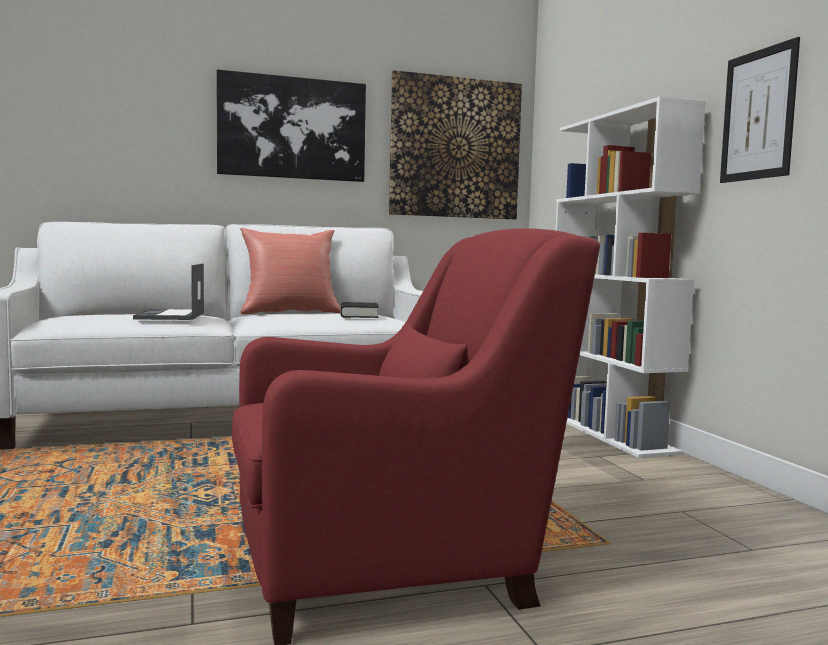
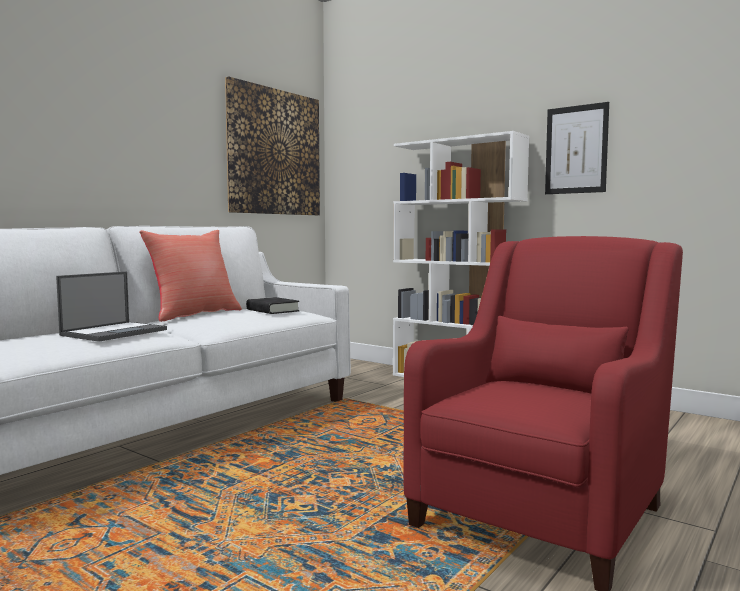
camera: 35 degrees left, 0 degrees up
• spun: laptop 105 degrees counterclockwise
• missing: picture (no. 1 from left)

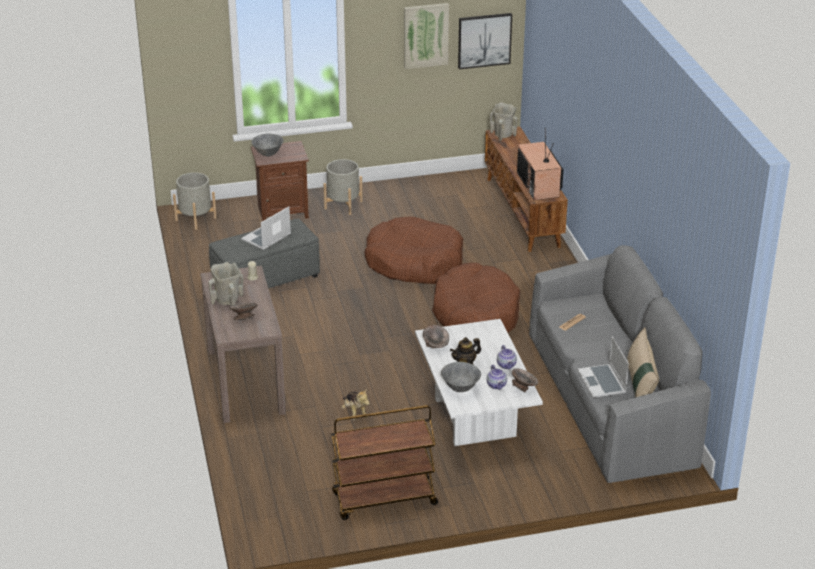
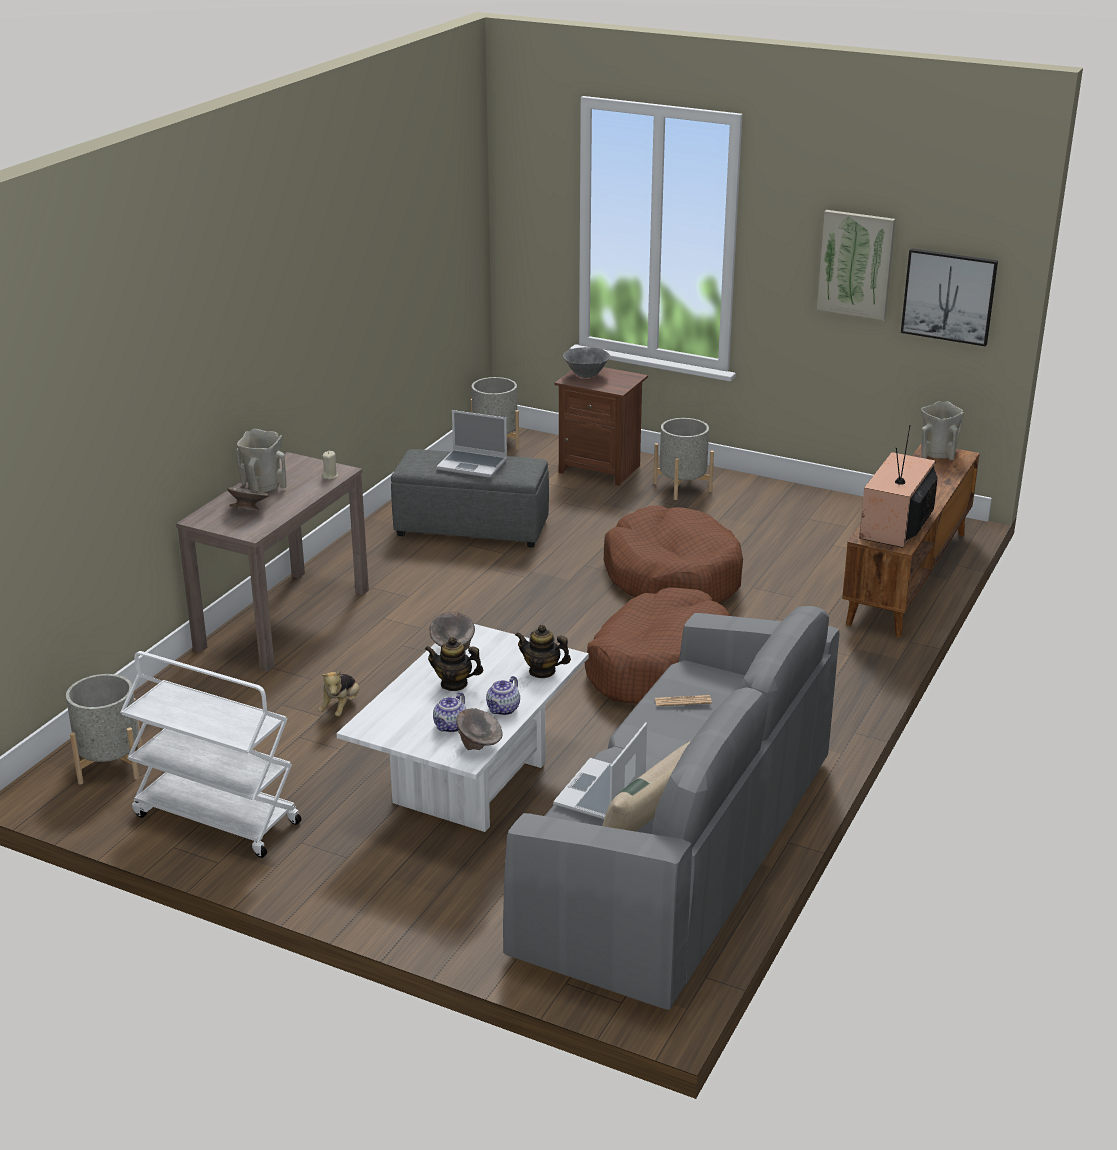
camera: 40 degrees right, 5 degrees down
• spun: laptop (no. 1 from left) 150 degrees counterclockwise
• colour: cart (brown) to cart (white)
• missing: bowl (grey) (no. 4 from left)
• appeared: planter (grey) (no. 1 from left)
• appeared: teapot (no. 4 from left)

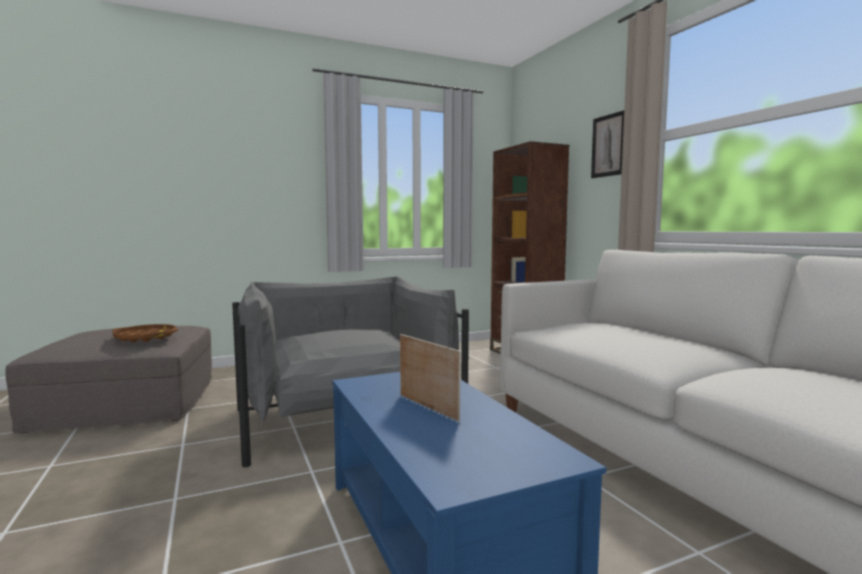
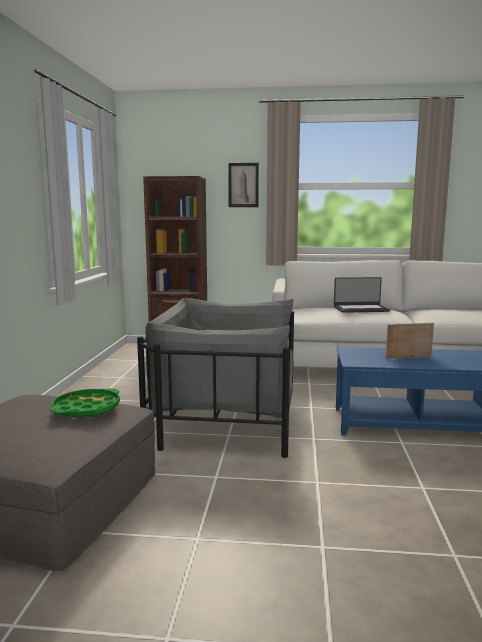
camera: 60 degrees left, 5 degrees up
• colour: tray (brown) to tray (green)
• appeared: laptop

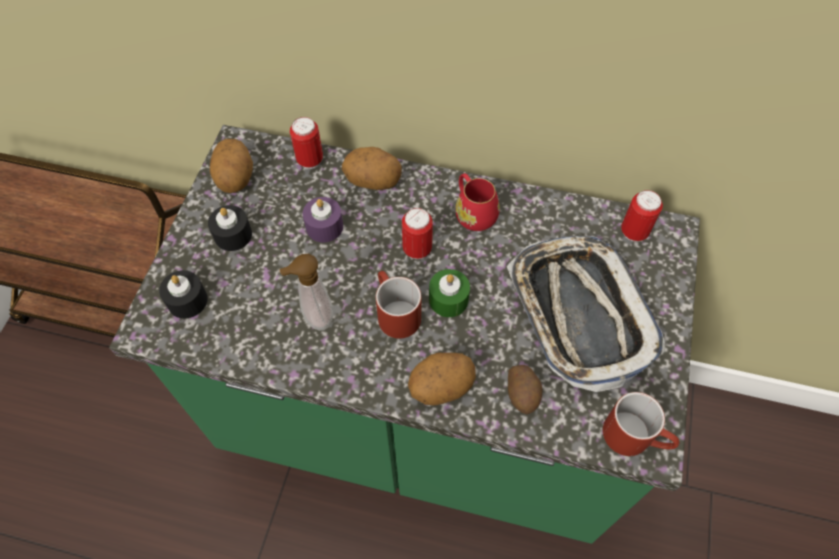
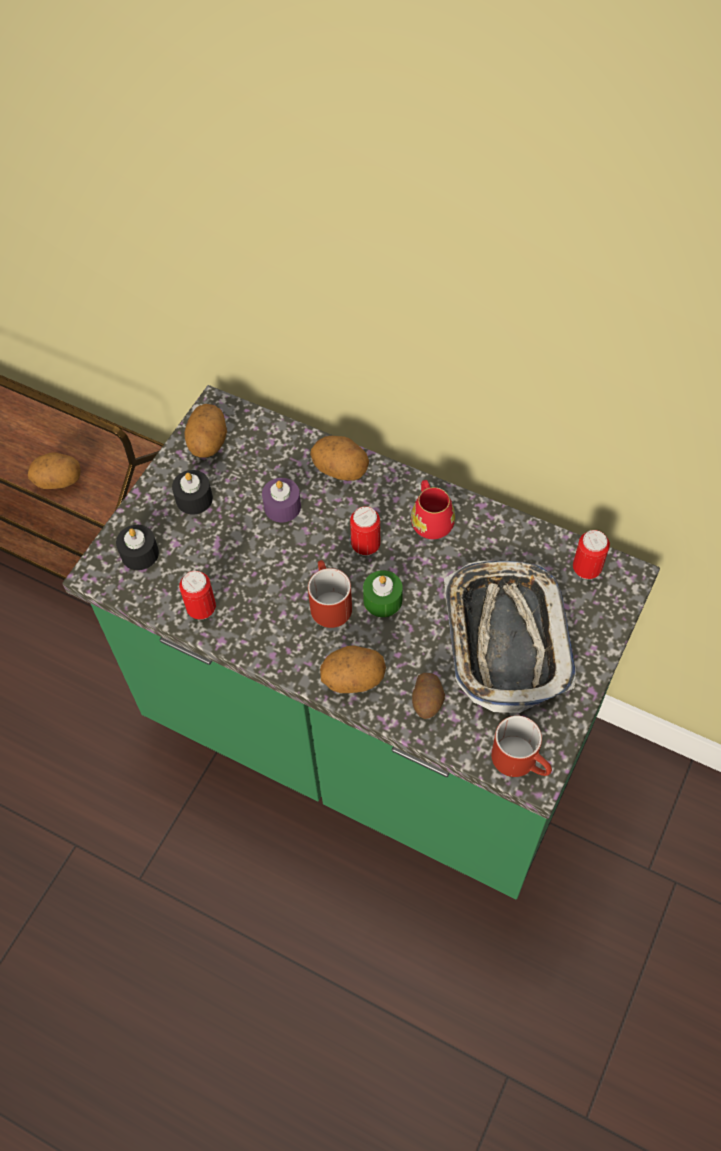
camera: 15 degrees right, 0 degrees up
• missing: soap dispenser
• relocated: can (no. 1 from left)
• appeared: potato (no. 1 from left)

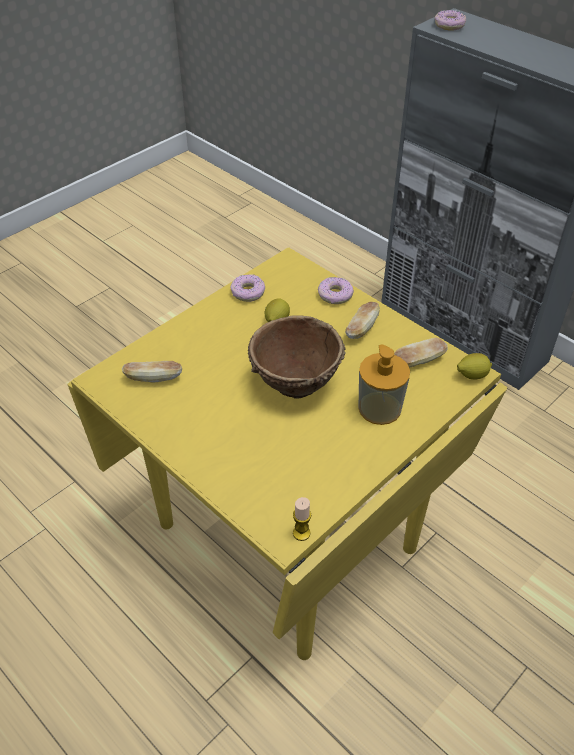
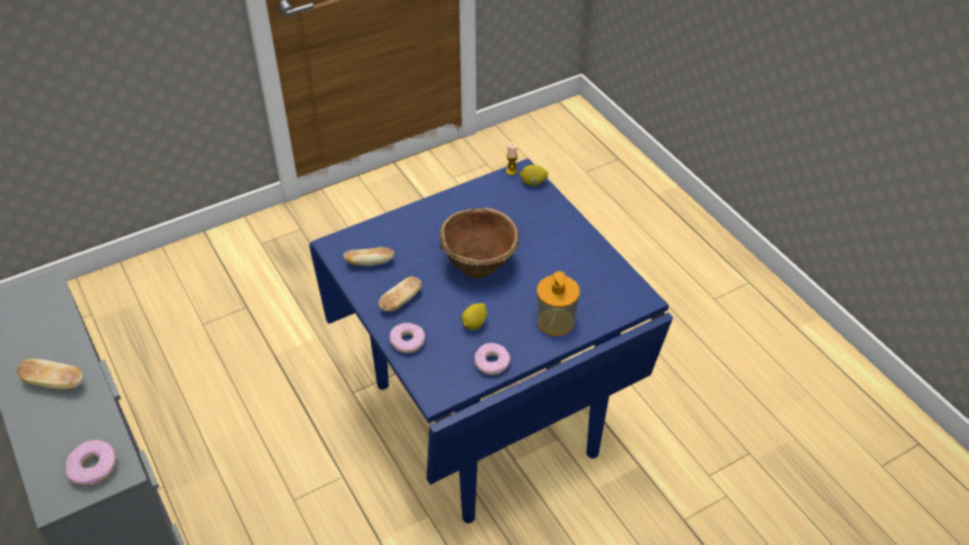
camera: 165 degrees left, 0 degrees up
• colour: dining table (yellow) to dining table (blue)
• relocated: bread (no. 1 from left)
• relocated: soap dispenser
• relocated: lemon (no. 2 from left)

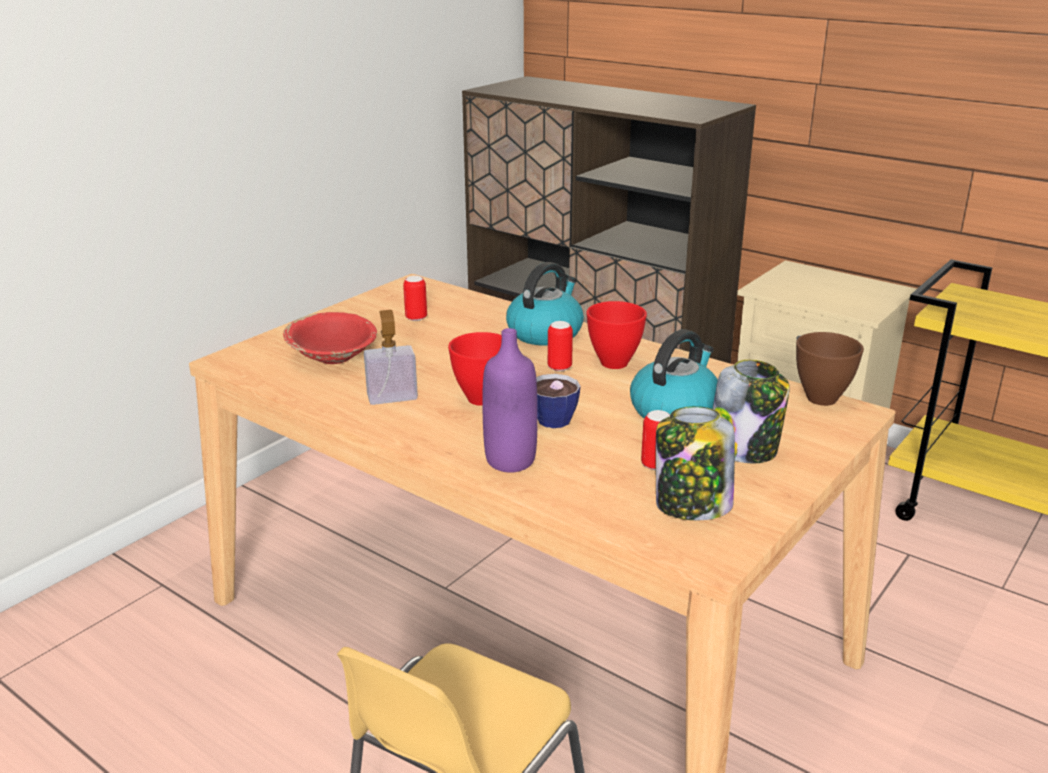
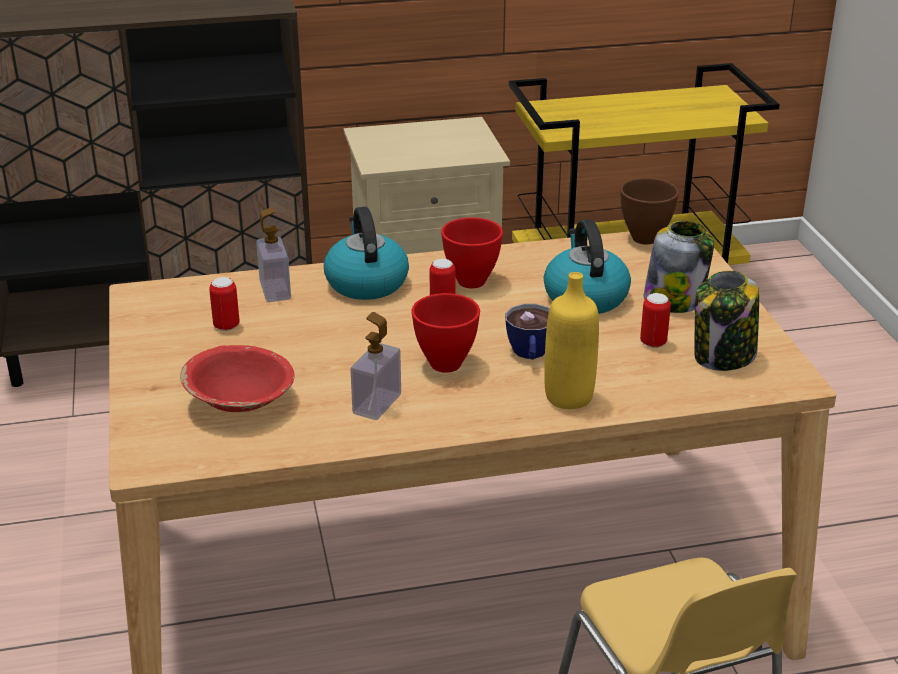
camera: 50 degrees left, 5 degrees up
• colour: bottle (purple) to bottle (yellow)
• appeared: soap dispenser (no. 1 from left)

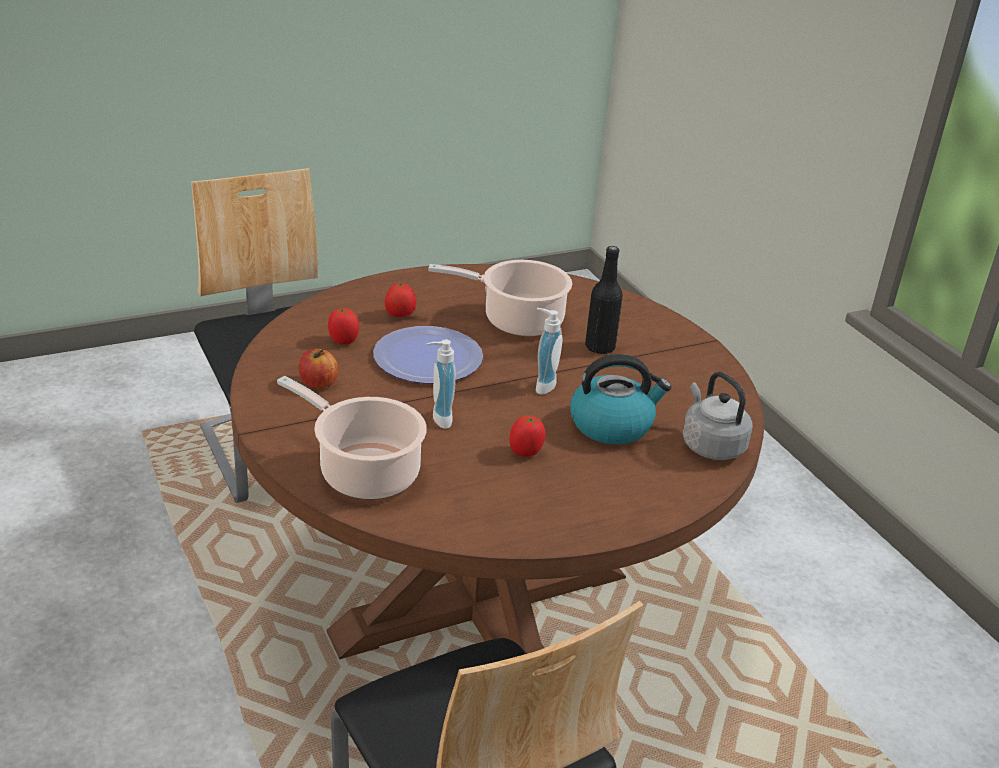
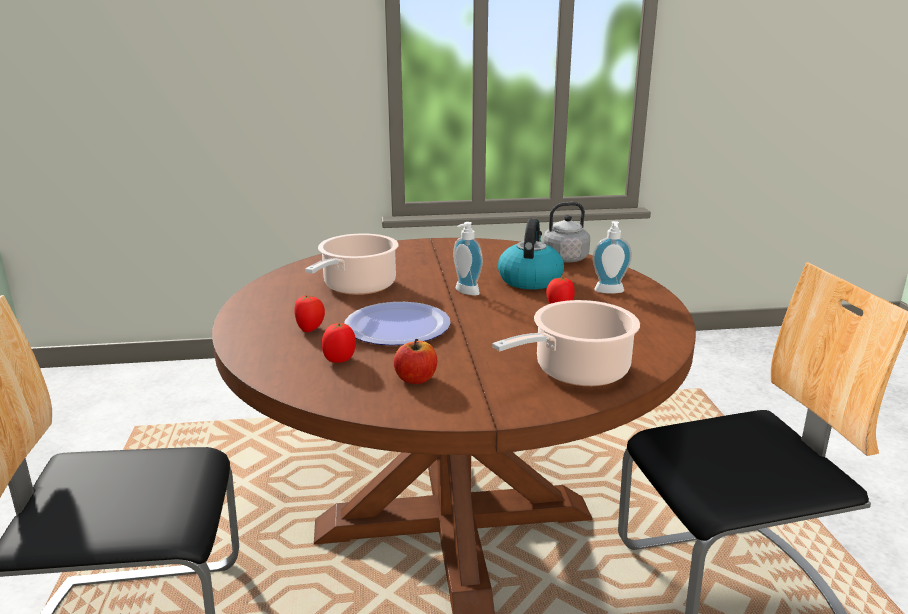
camera: 70 degrees left, 10 degrees down
• relocated: soap dispenser (no. 1 from left in the first image) to soap dispenser (no. 2 from left)
• missing: bottle (black)

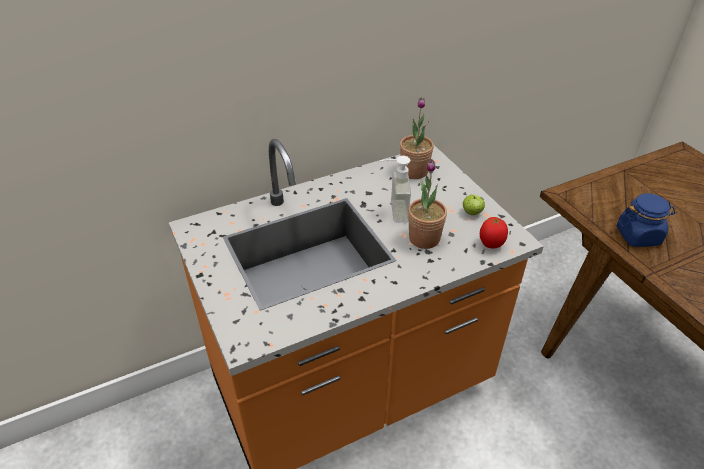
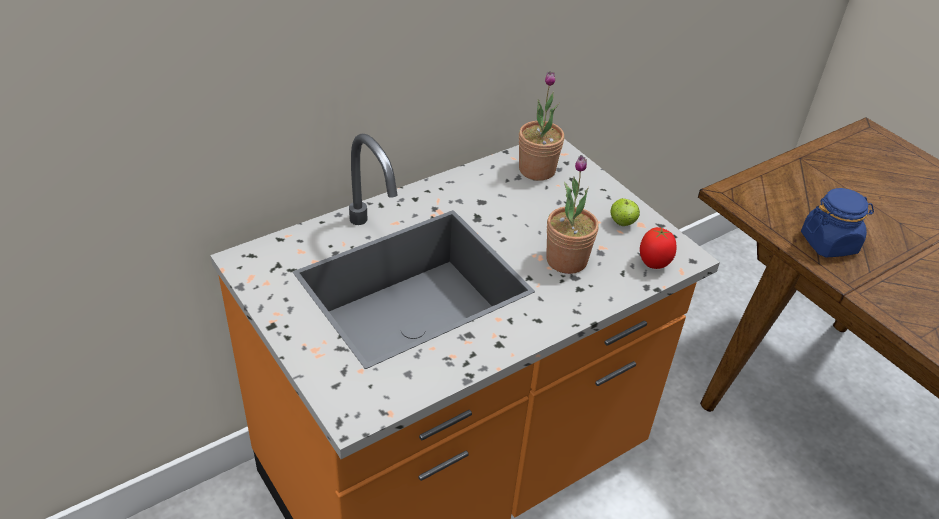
camera: 10 degrees left, 0 degrees up
• missing: soap dispenser

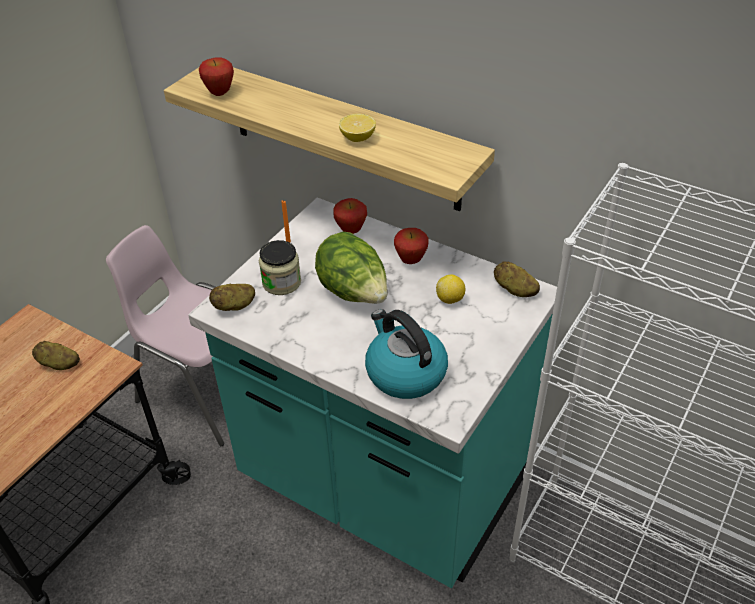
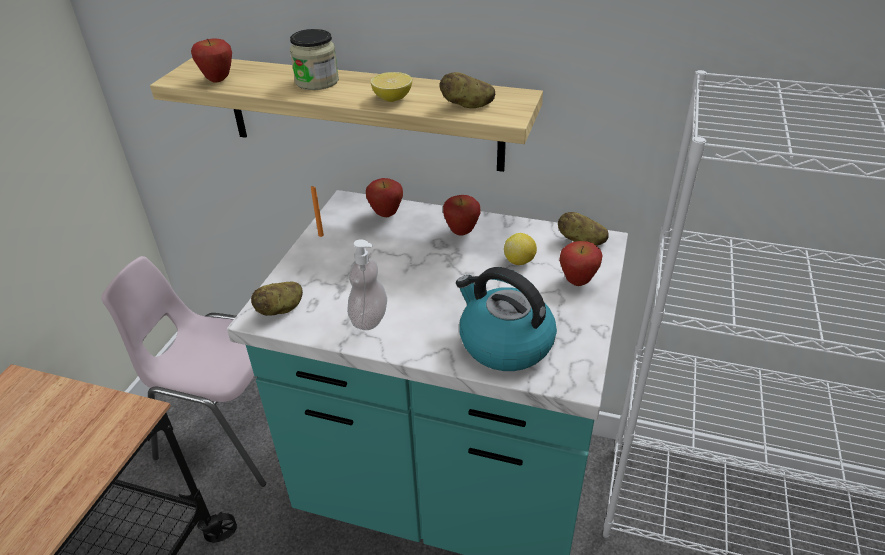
camera: 15 degrees left, 5 degrees down
• relocated: potato (no. 1 from left in the first image) to potato (no. 2 from left)
• relocated: jar
• missing: lettuce
• appeared: soap dispenser
• appeared: apple (no. 4 from left)

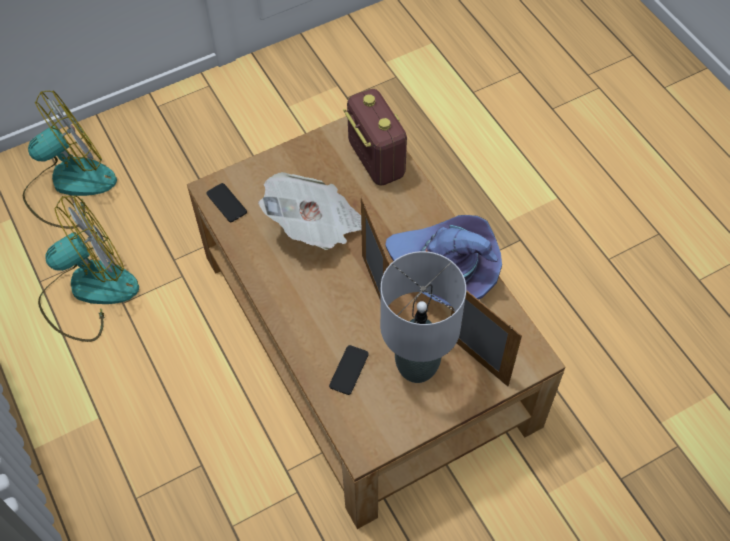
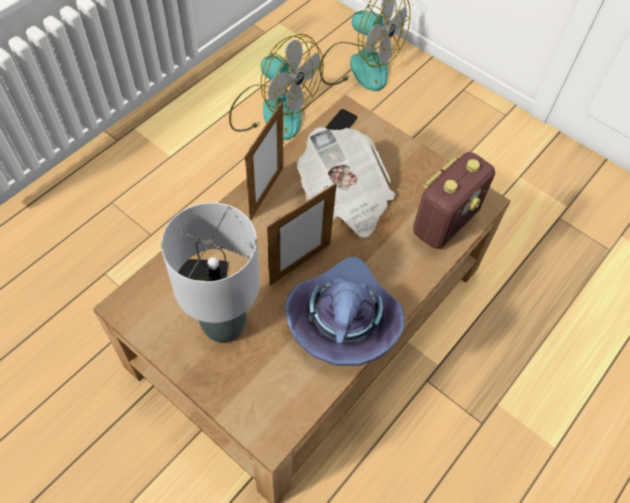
camera: 65 degrees right, 0 degrees up
• relocated: picture frame (no. 2 from left in the first image) to picture frame (no. 1 from left)

